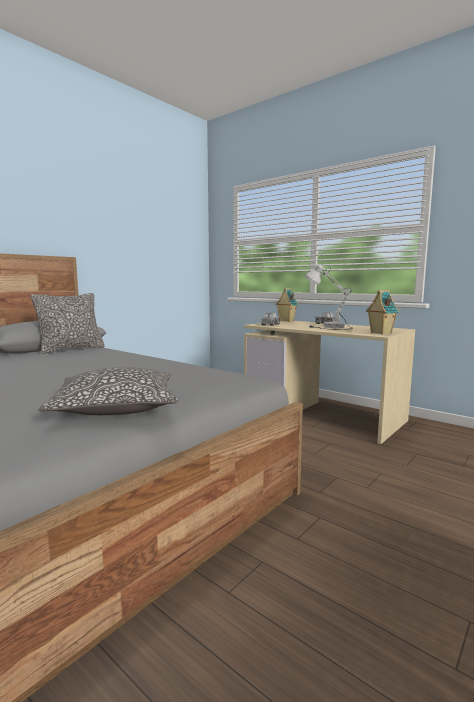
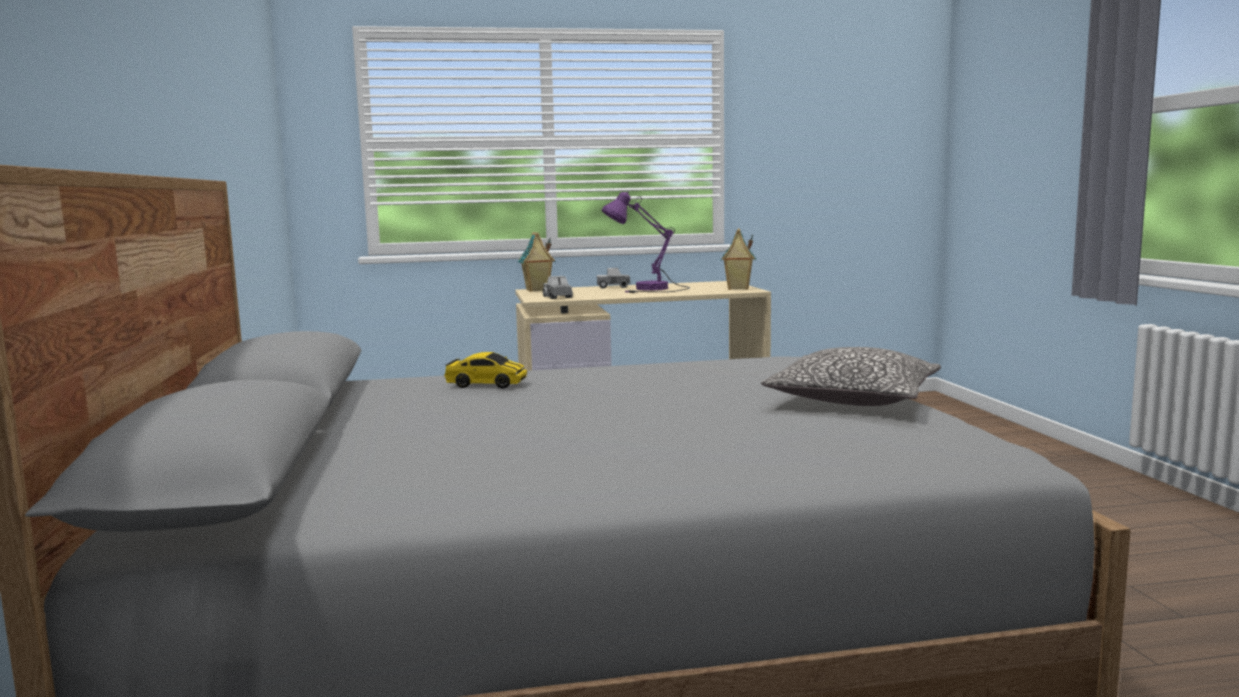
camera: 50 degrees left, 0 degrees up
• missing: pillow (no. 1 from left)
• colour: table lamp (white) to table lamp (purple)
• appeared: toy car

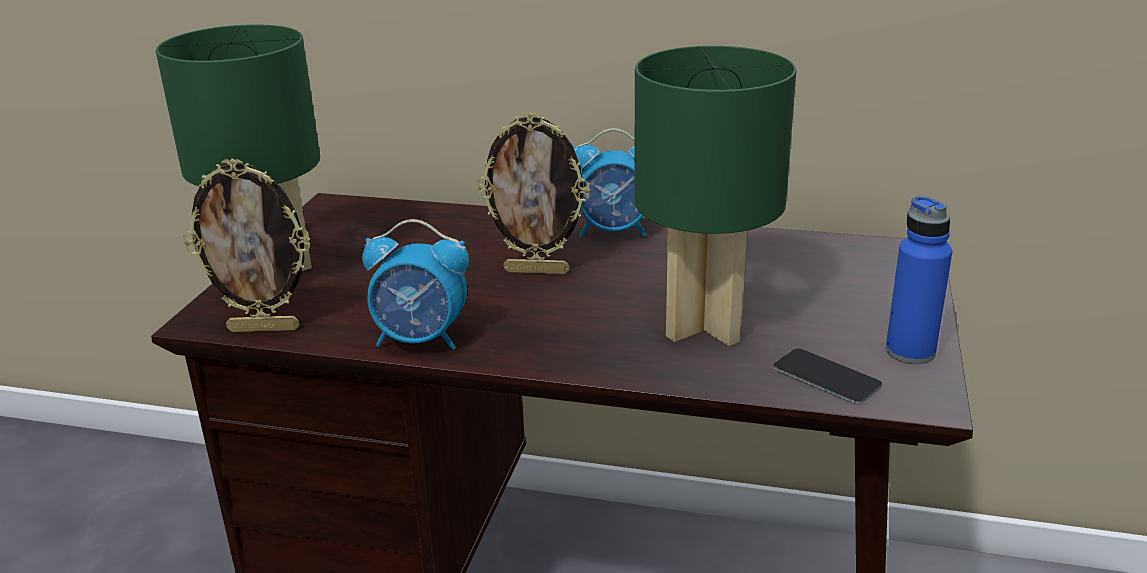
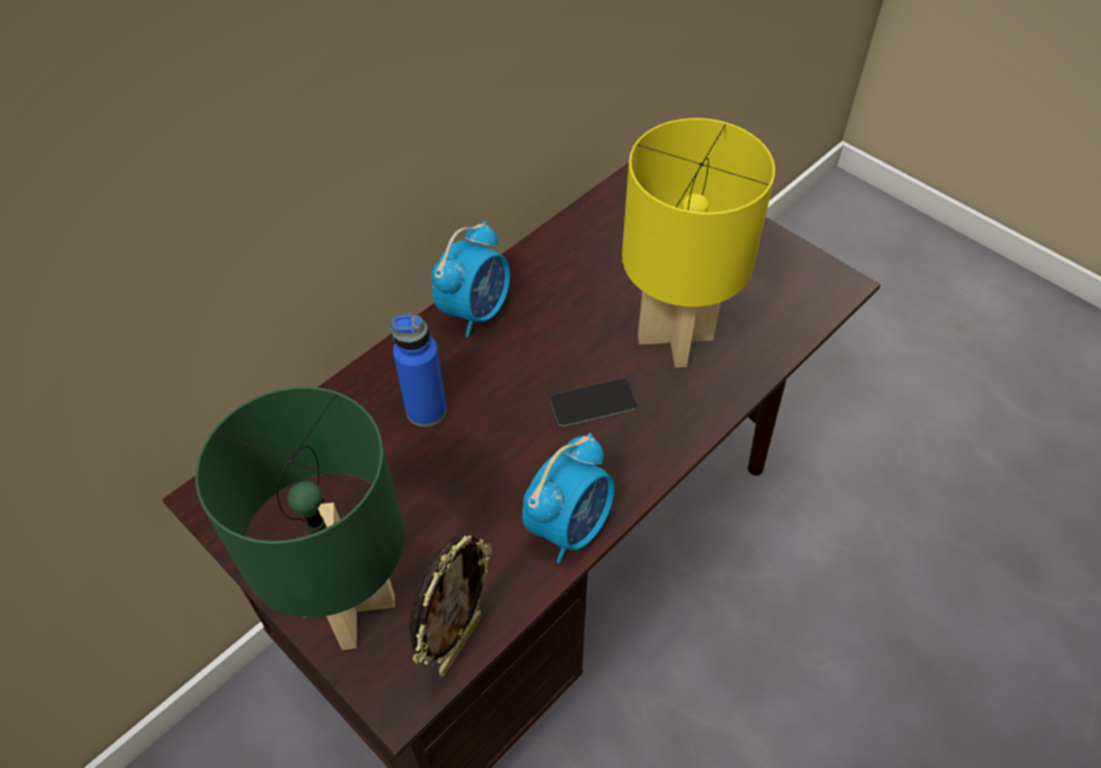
camera: 60 degrees left, 25 degrees up
• missing: picture frame (no. 2 from left)
• colour: table lamp (green) (no. 2 from left) to table lamp (yellow)
• relocated: phone
• relocated: bottle (blue)

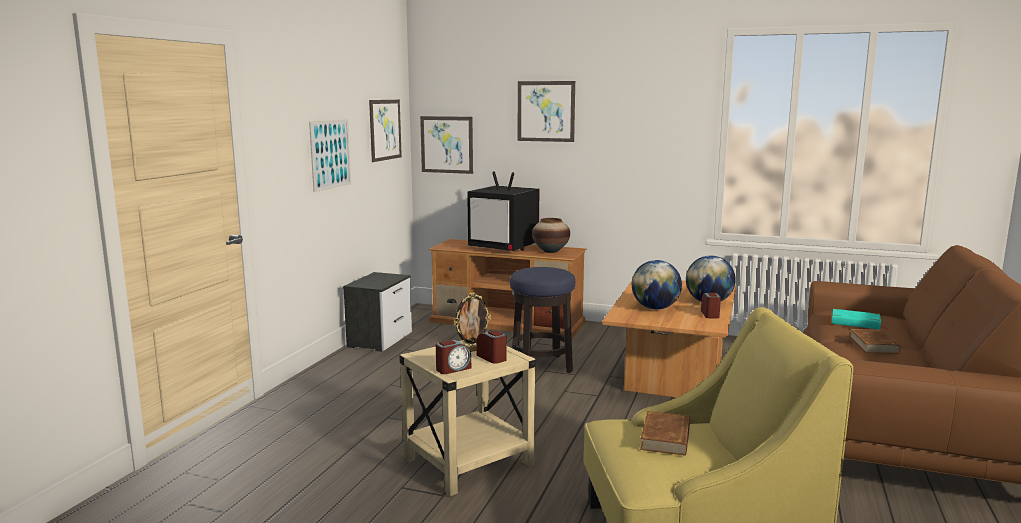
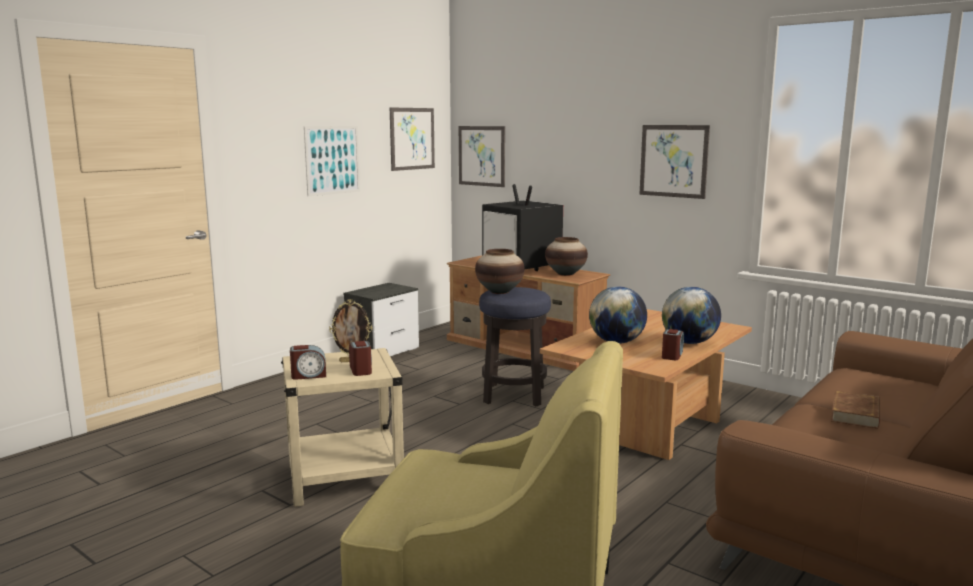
camera: 20 degrees right, 0 degrees up
• relocated: picture (no. 4 from left)
• missing: book (brown) (no. 1 from left)
• missing: book (turquoise)
• appeared: vase (no. 1 from left)

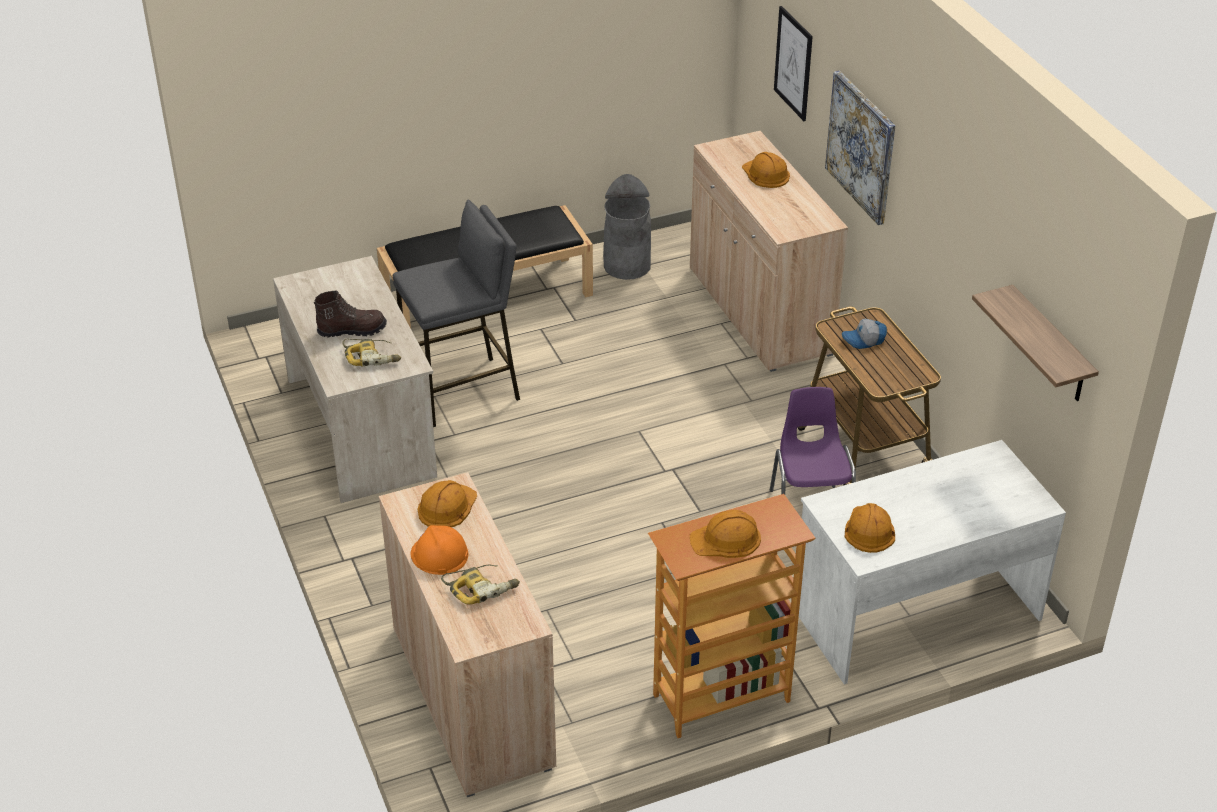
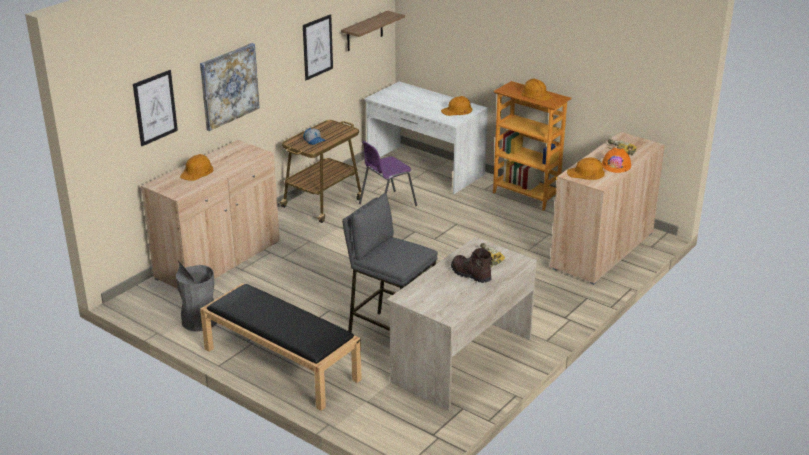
camera: 120 degrees left, 10 degrees down
• appeared: picture (no. 3 from left)

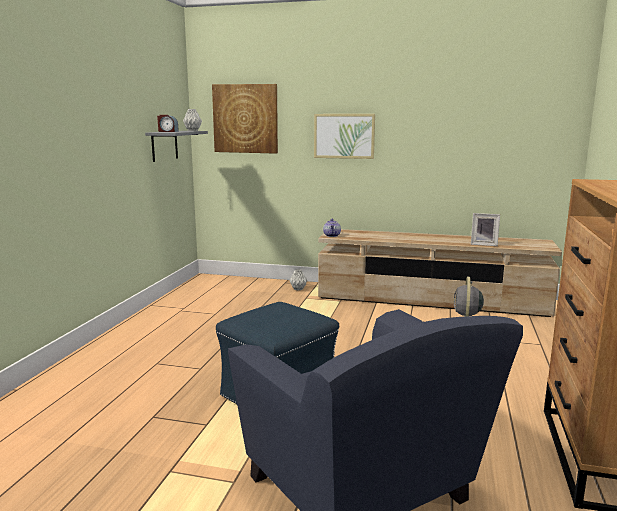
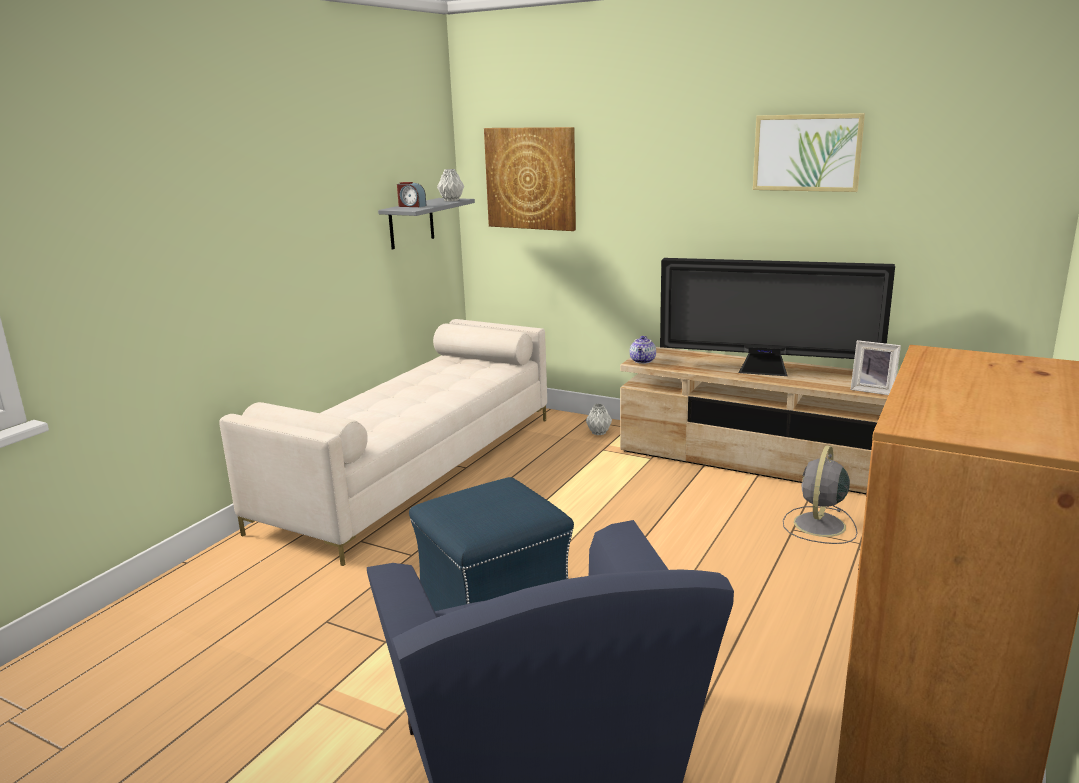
camera: 15 degrees right, 5 degrees up
• relocated: picture (no. 2 from left)
• appeared: sofa (beige)
• appeared: television

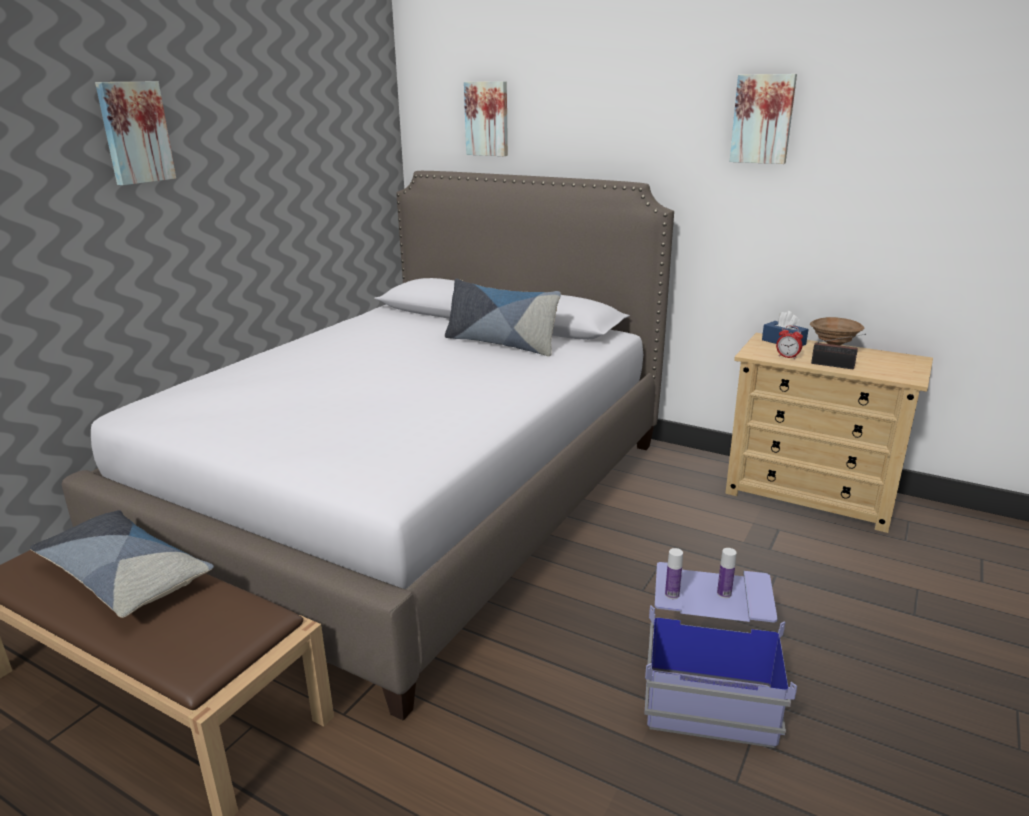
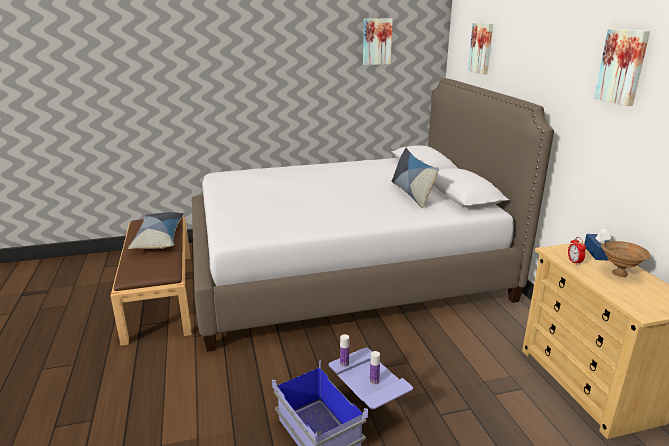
camera: 45 degrees right, 0 degrees up
• relocated: picture (no. 1 from left)
• missing: radio

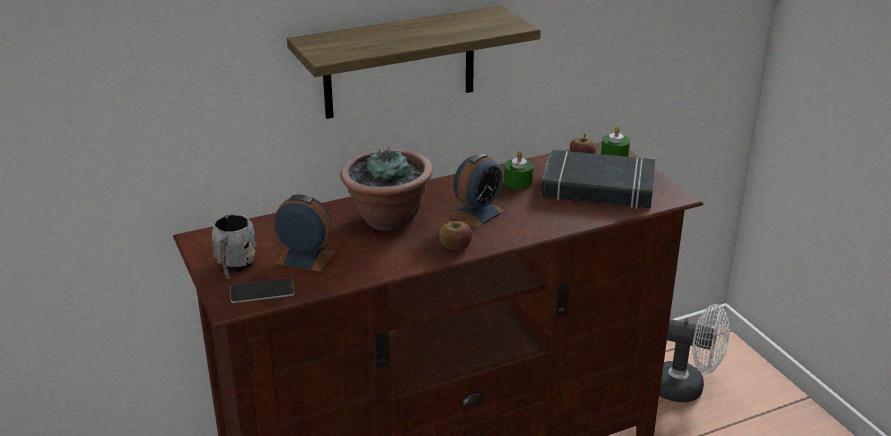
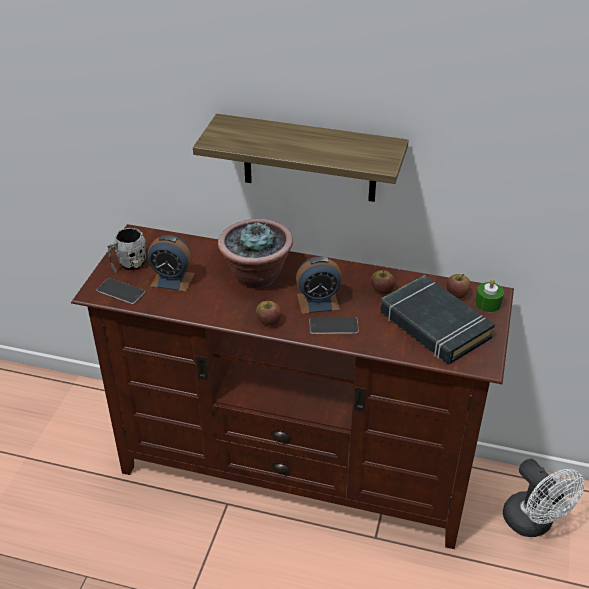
camera: 40 degrees right, 10 degrees up
• spun: alarm clock (no. 1 from left) 135 degrees clockwise
• exchanged: candle (green) (no. 1 from left) to apple (no. 2 from left)
• appeared: phone (no. 2 from left)

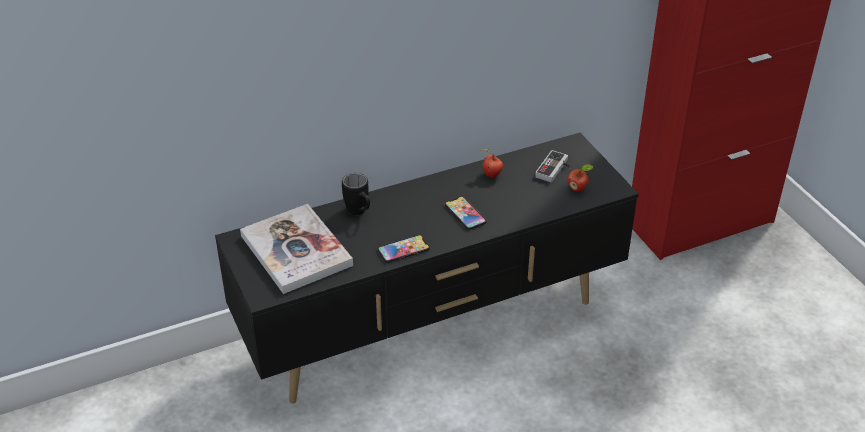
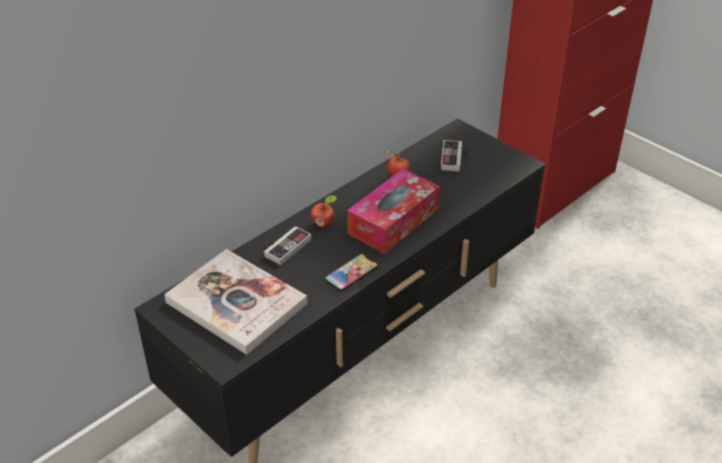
camera: 20 degrees left, 0 degrees up
• exchanged: mug (black) to game controller (no. 1 from left)
• exchanged: phone (no. 2 from left) to tissue box
• relocated: apple (no. 2 from left in the first image) to apple (no. 1 from left)

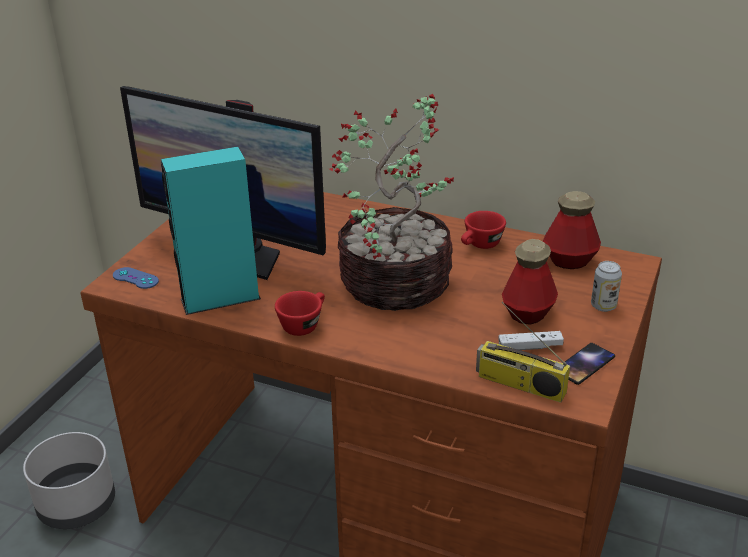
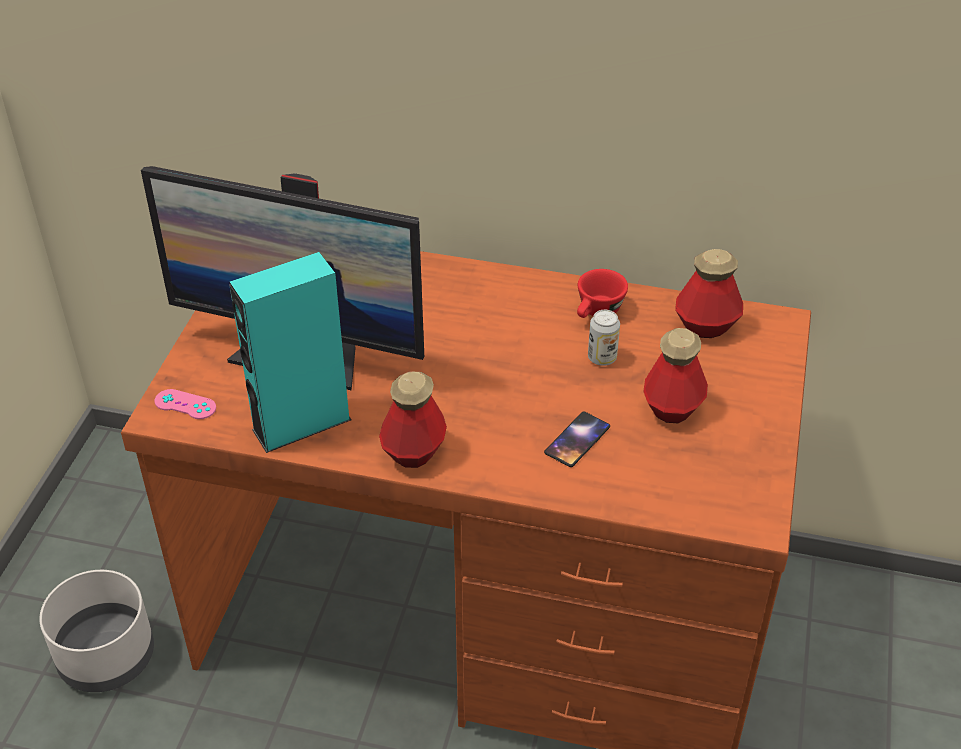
camera: 10 degrees left, 10 degrees up
• colour: game controller (blue) to game controller (pink)
• exchanged: cup (red) (no. 1 from left) to bottle (no. 1 from left)
• missing: potted plant
• missing: radio
• missing: game controller (white)
• relocated: phone
• relocated: can

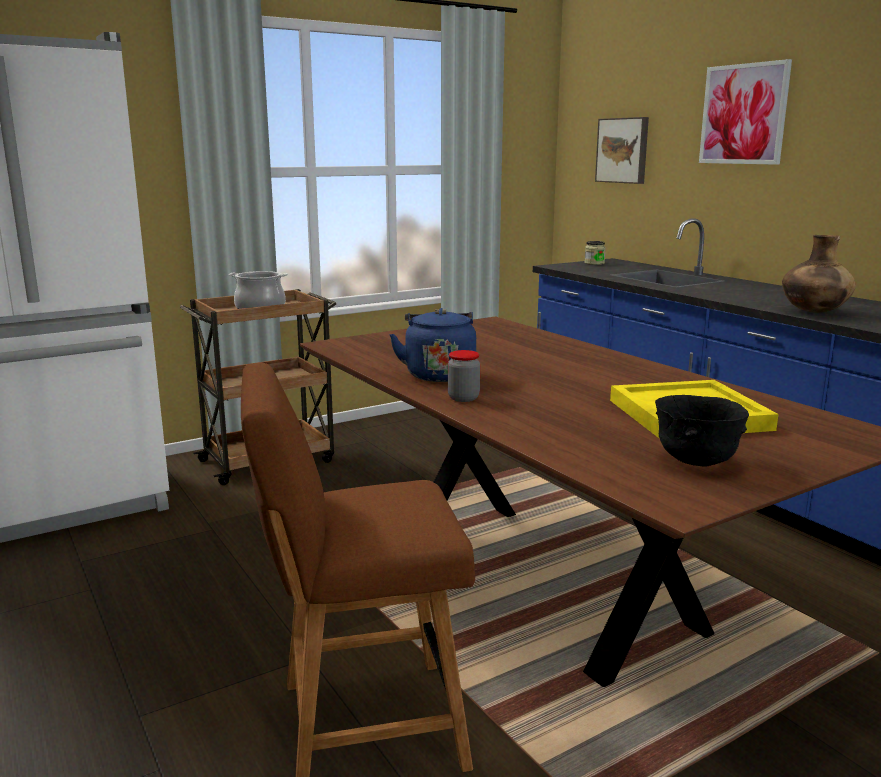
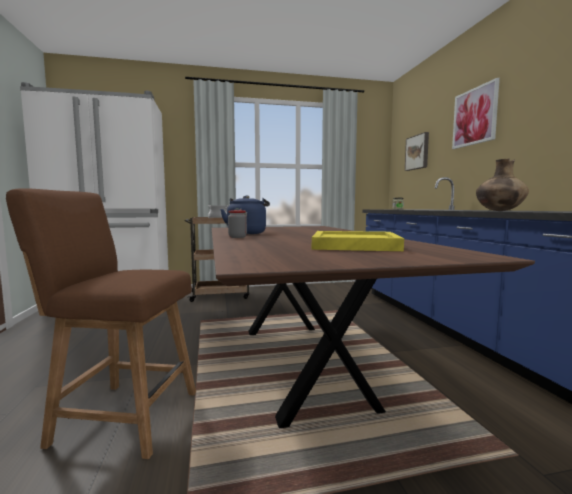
camera: 20 degrees right, 10 degrees down
• missing: bowl (black)

